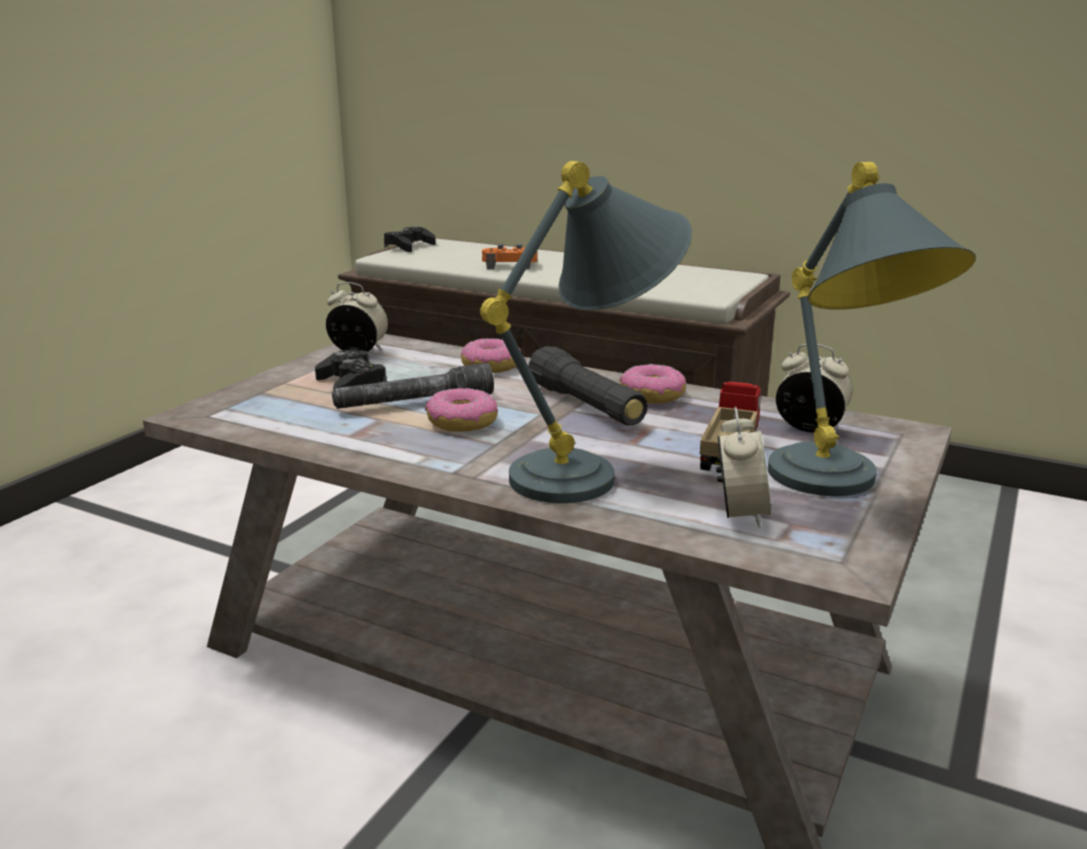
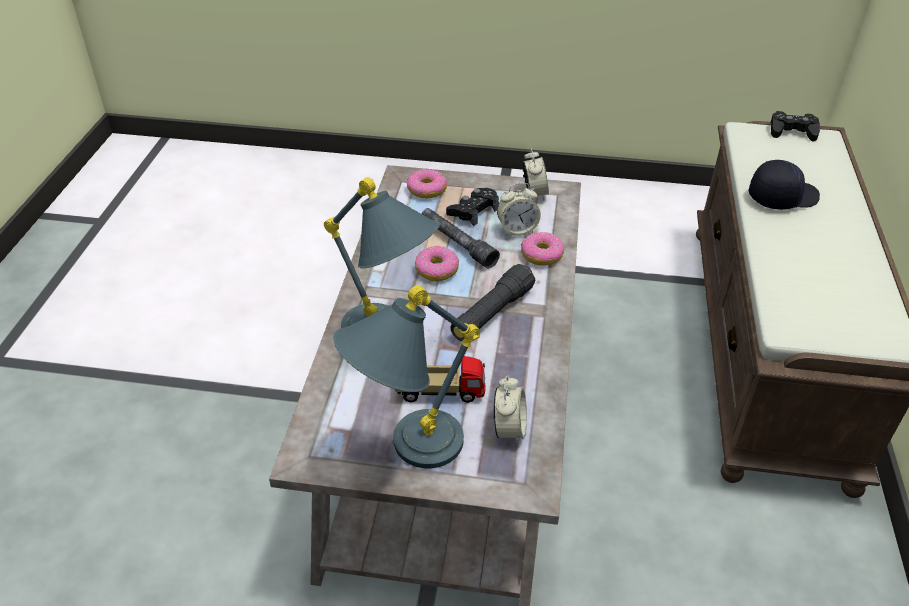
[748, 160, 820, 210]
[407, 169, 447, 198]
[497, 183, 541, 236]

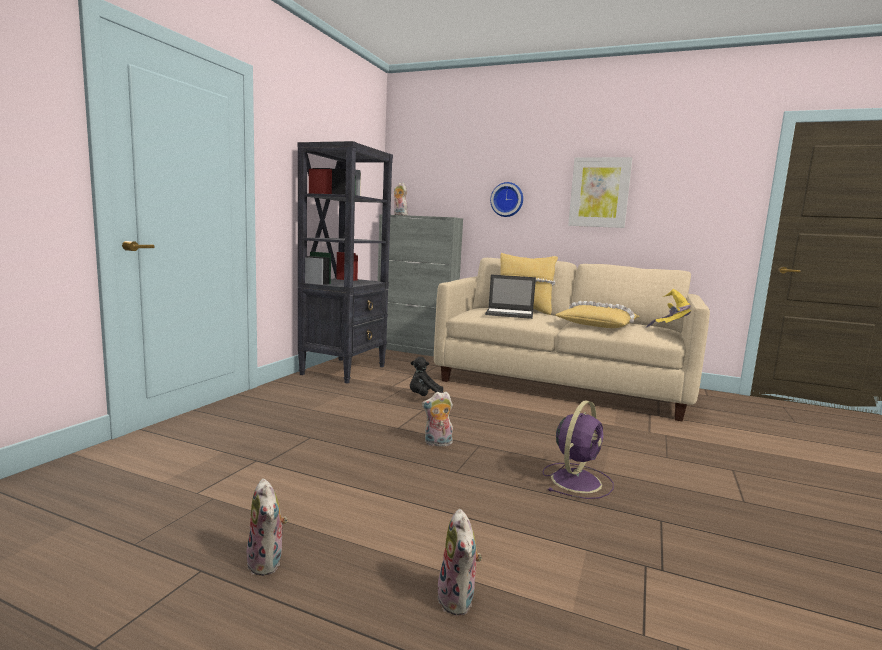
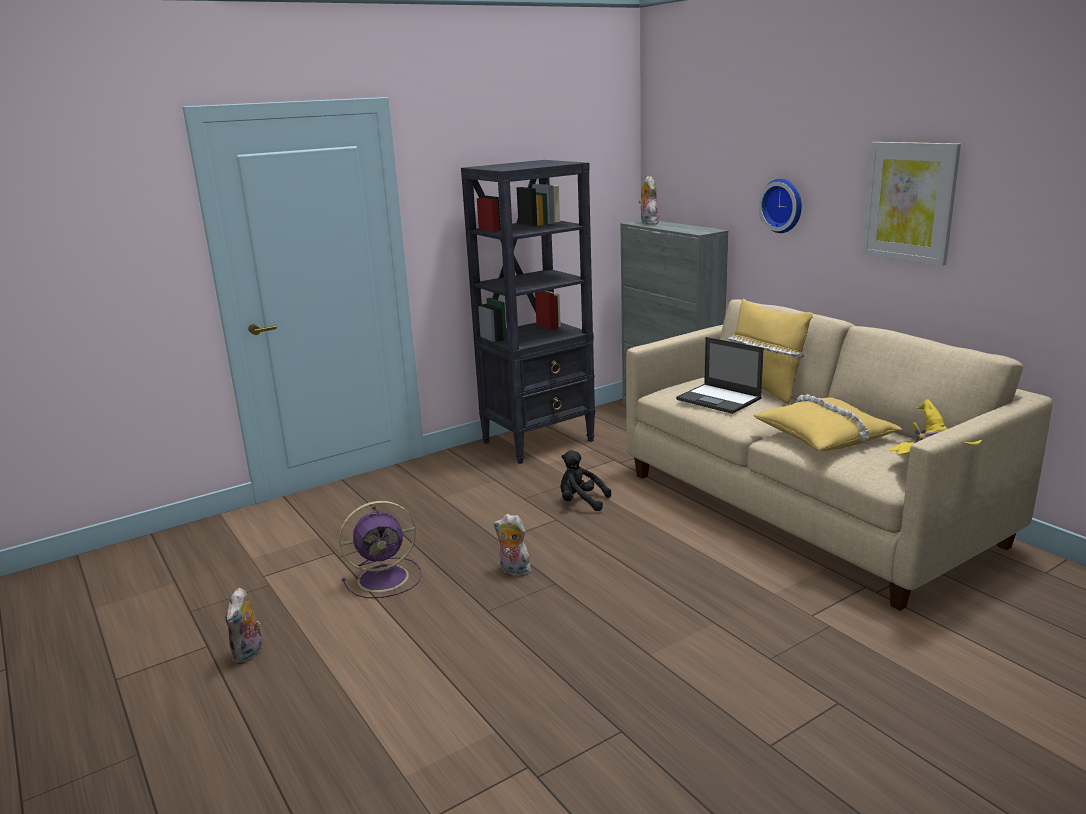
[435, 509, 482, 615] (first image)
[339, 501, 422, 598]

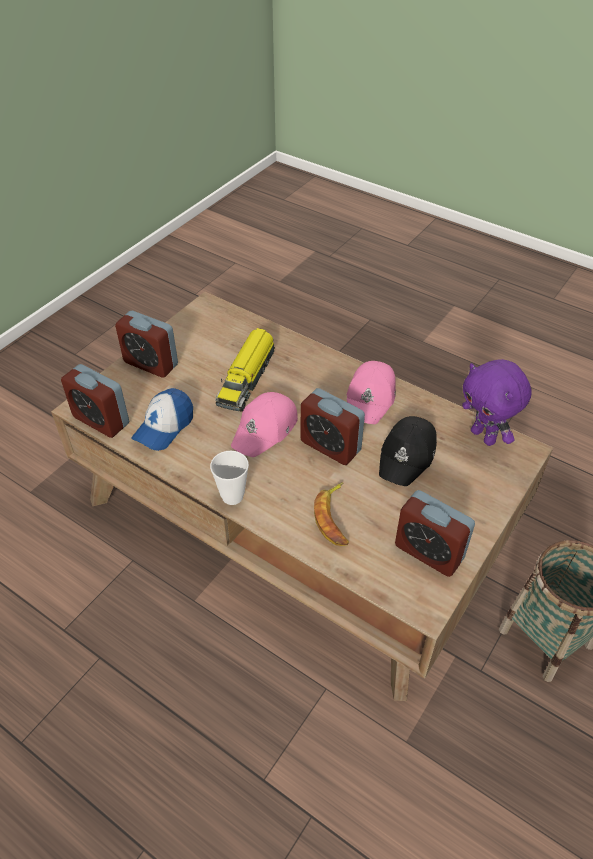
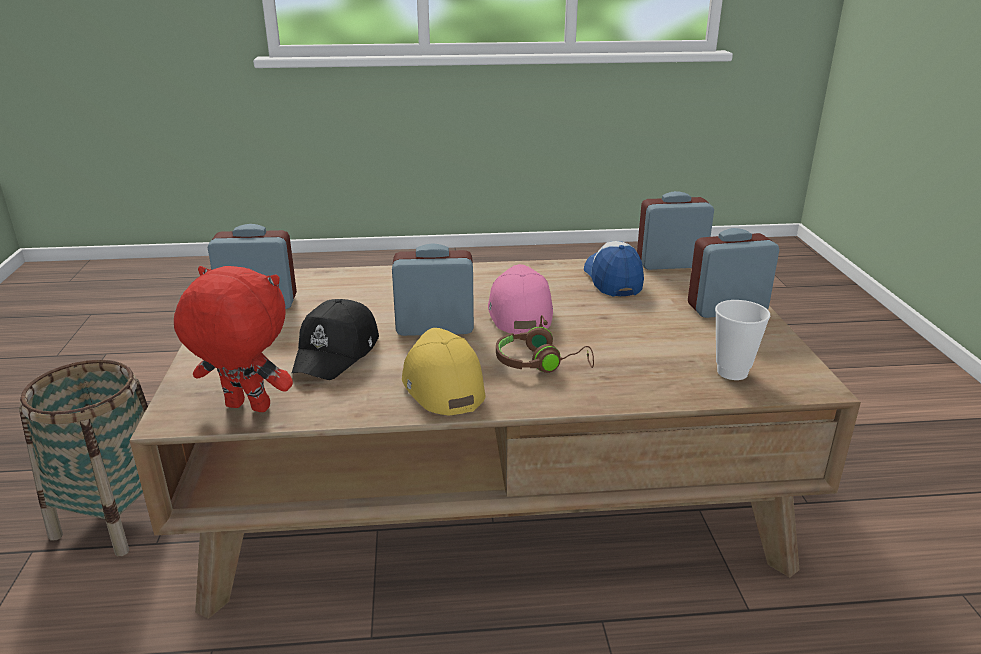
[715, 300, 770, 380]
[215, 328, 275, 412] (first image)
[314, 482, 349, 546] (first image)
[402, 328, 485, 416]
[291, 299, 379, 380]
[174, 266, 293, 412]
[496, 315, 594, 373]

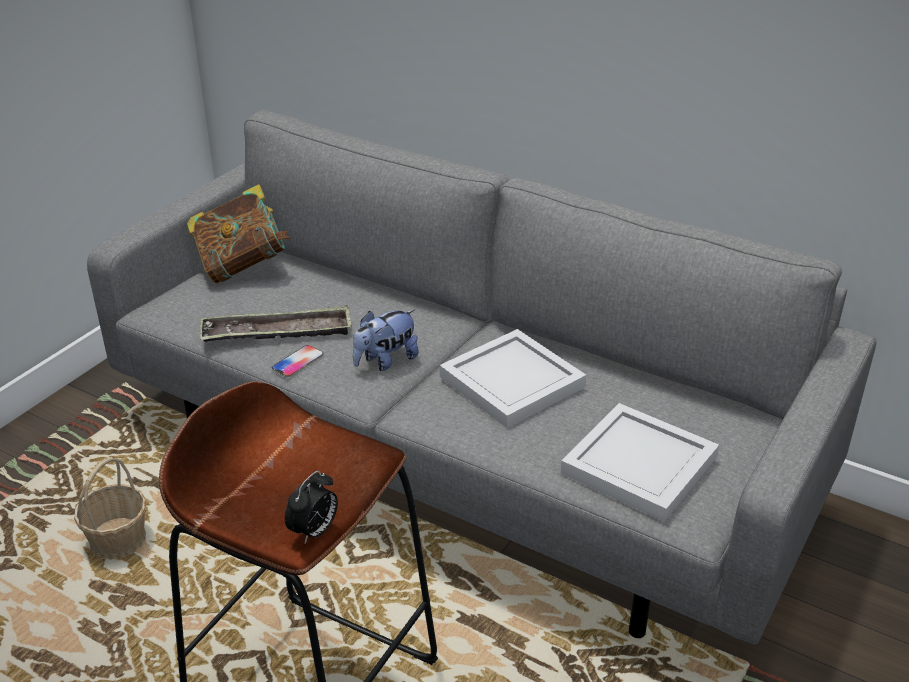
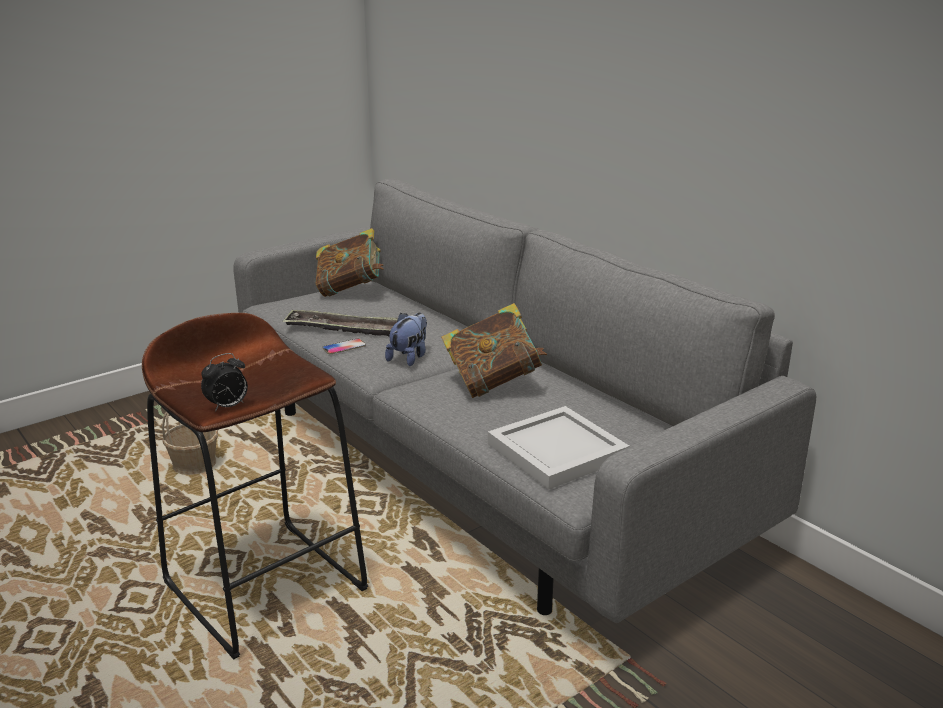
[385, 313, 427, 366]
[441, 303, 547, 398]

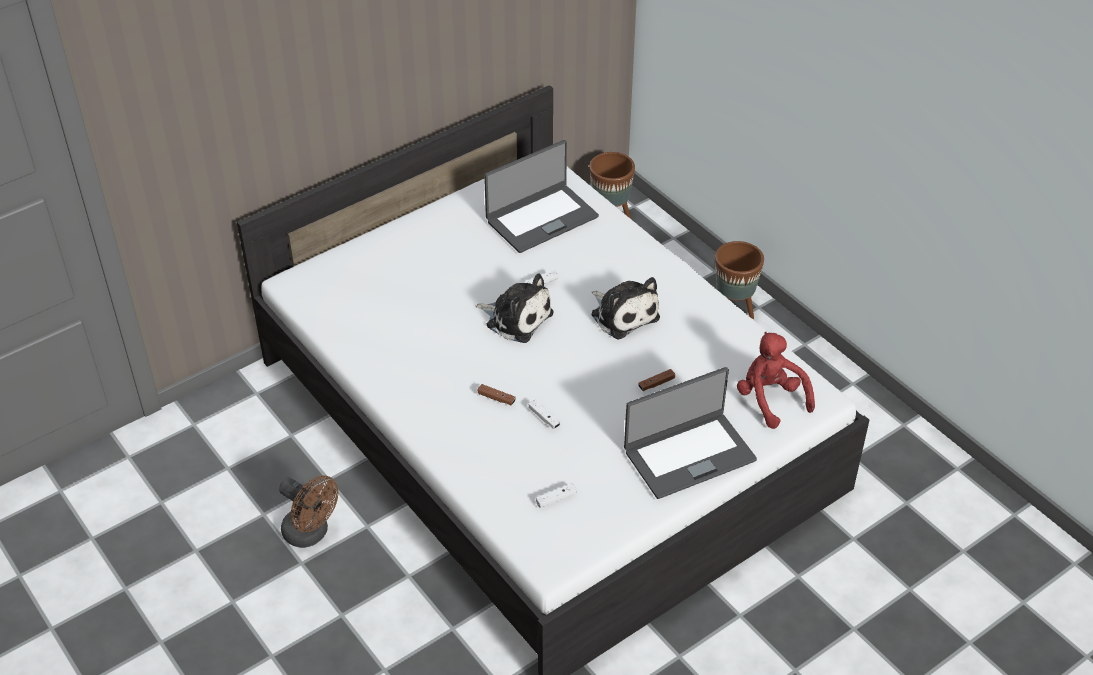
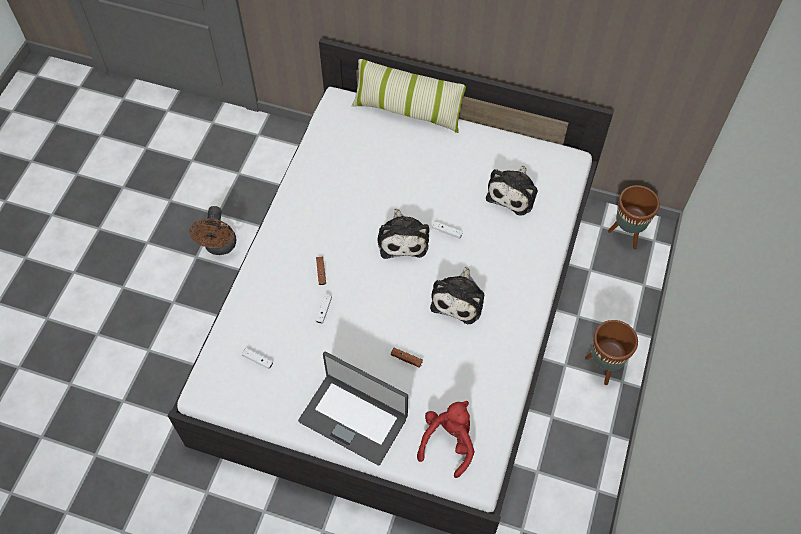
[486, 166, 538, 216]
[352, 59, 466, 133]

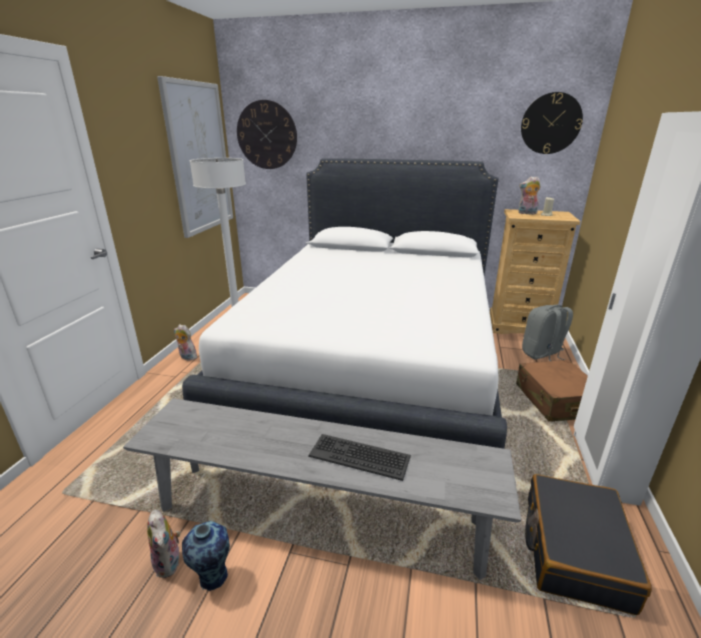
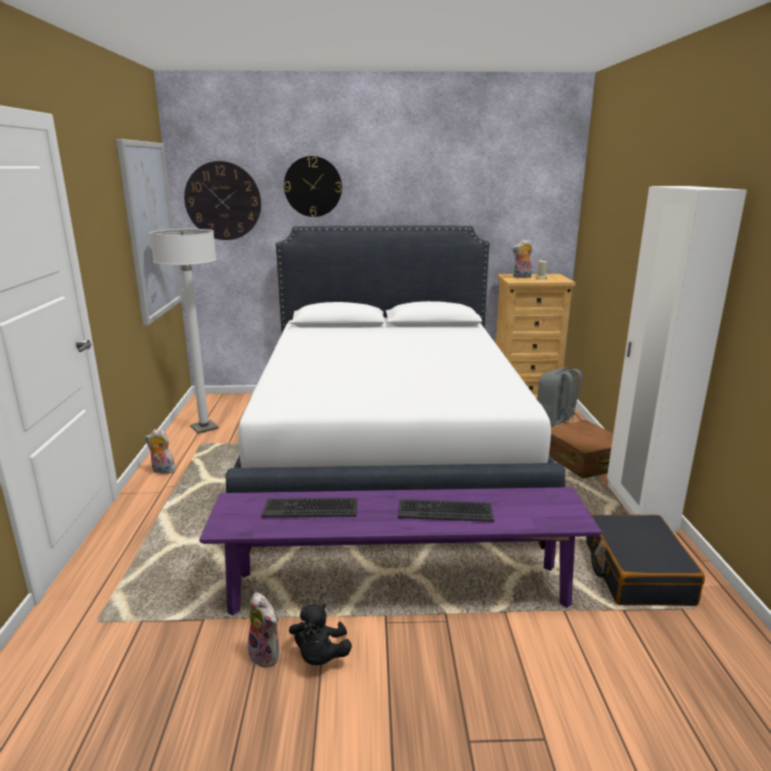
[199, 487, 602, 616]
[289, 604, 352, 665]
[284, 156, 342, 217]
[261, 498, 358, 517]

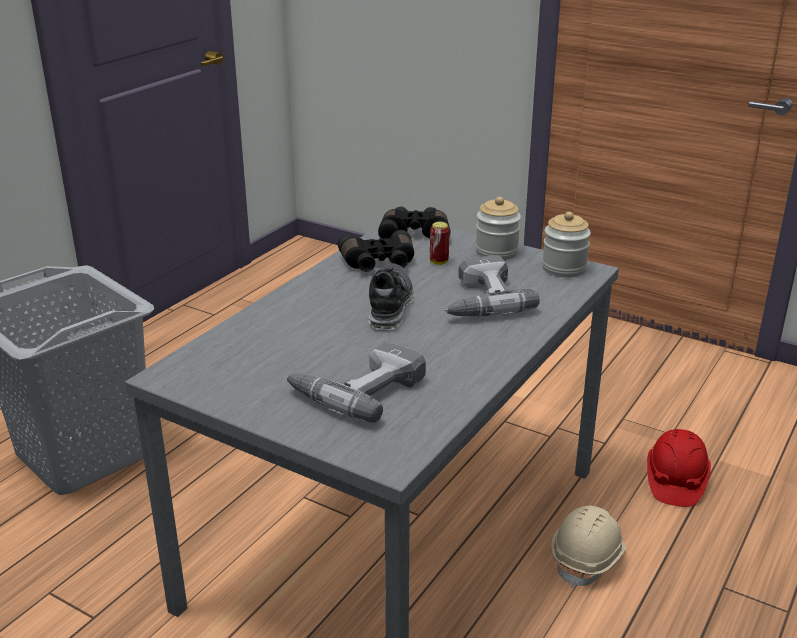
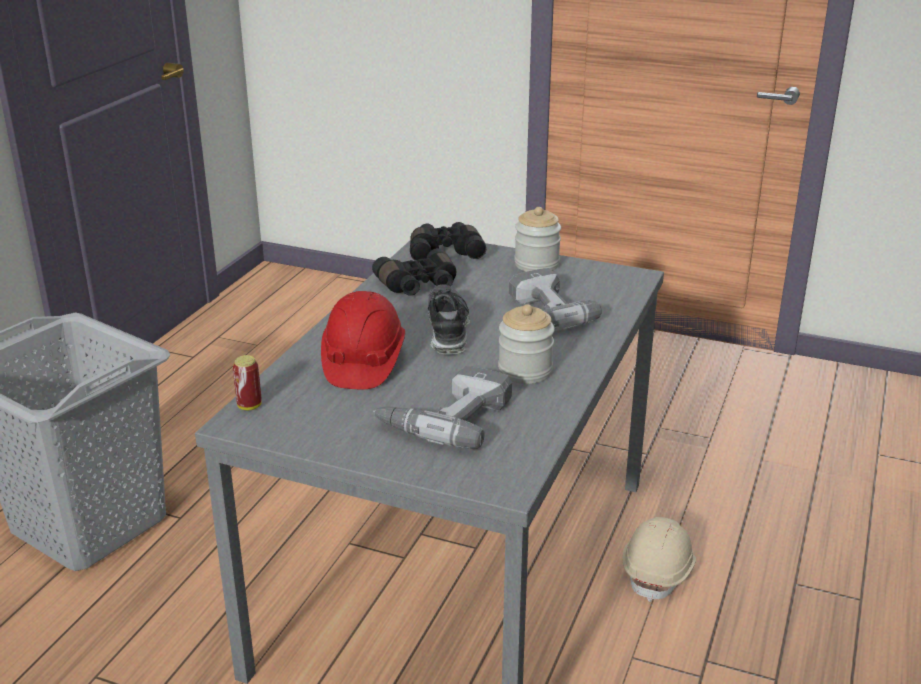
[233, 355, 262, 410]
[498, 304, 555, 384]
[321, 291, 405, 389]

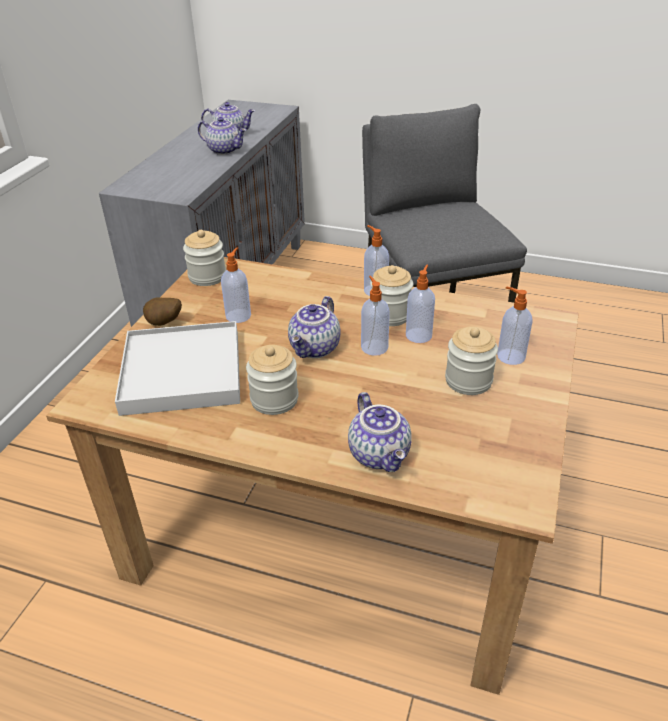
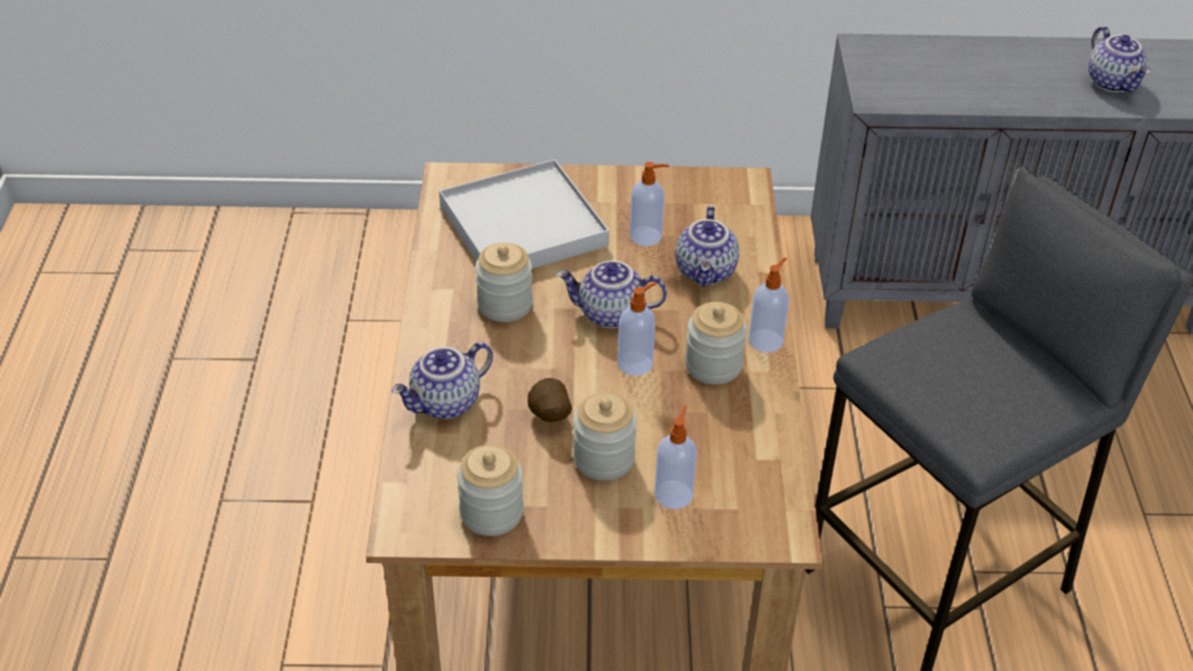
[528, 378, 572, 422]
[457, 445, 524, 536]
[675, 206, 739, 287]
[406, 265, 435, 343] (first image)

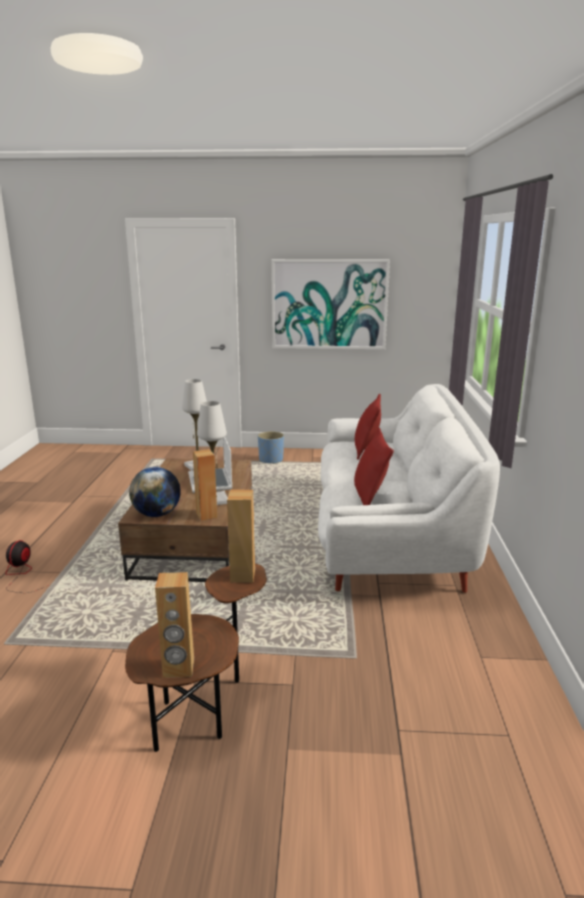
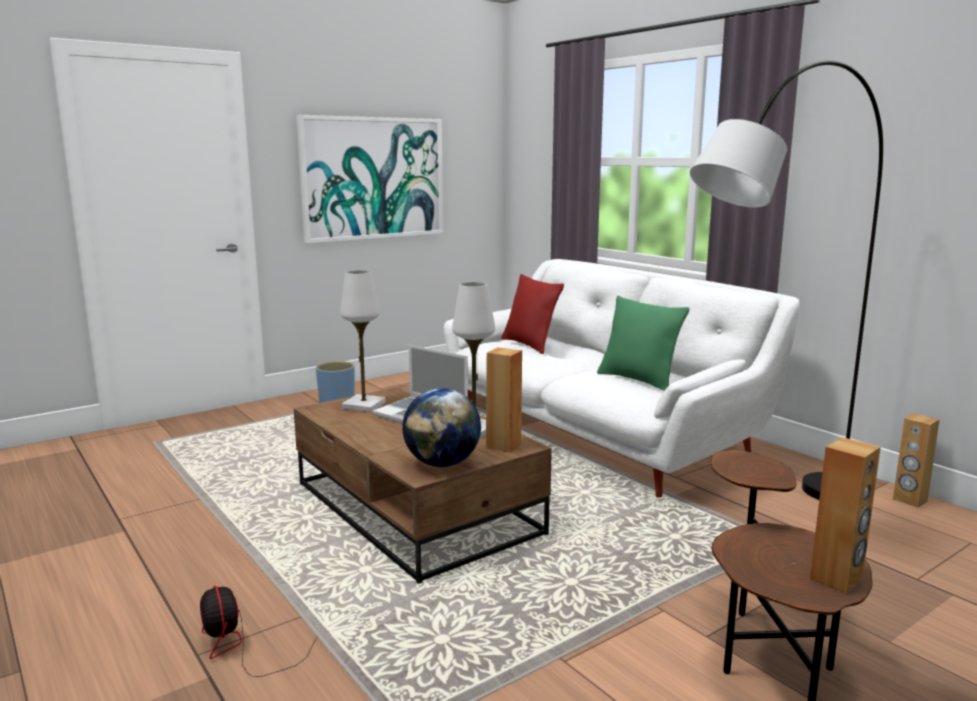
[893, 413, 939, 508]
[597, 296, 689, 391]
[690, 60, 883, 500]

